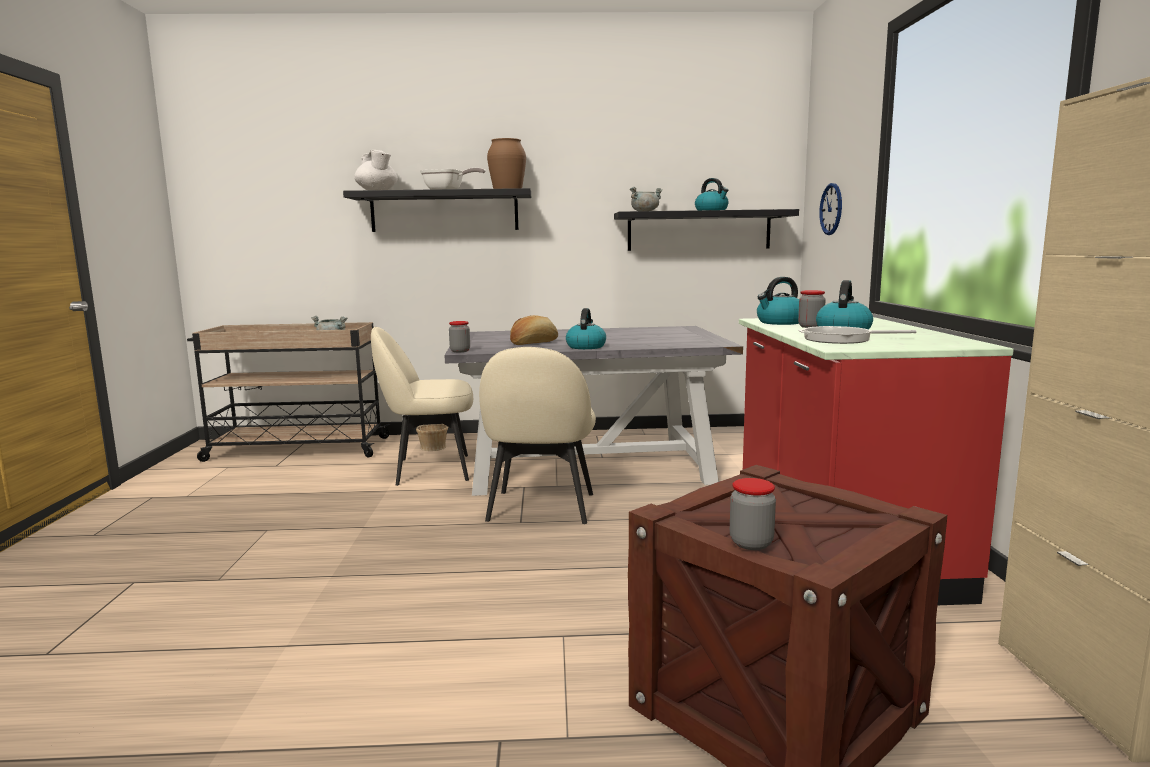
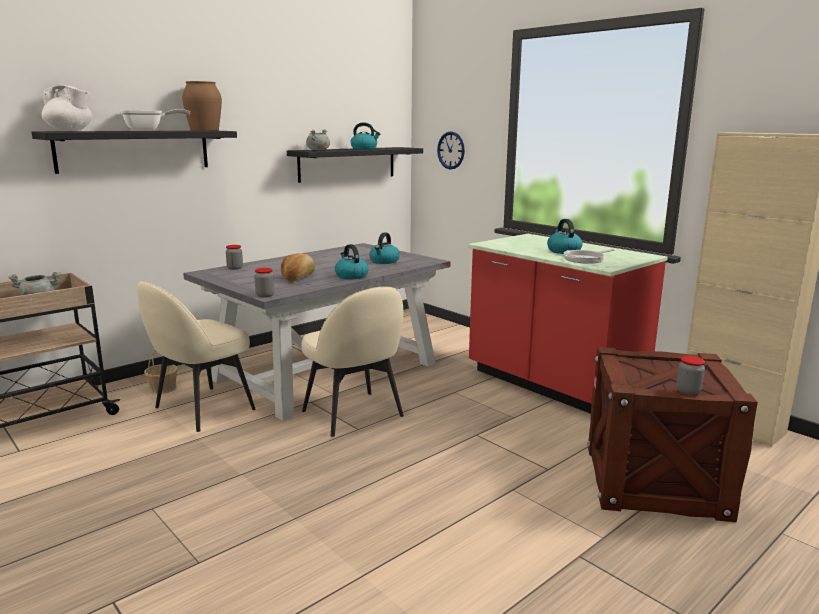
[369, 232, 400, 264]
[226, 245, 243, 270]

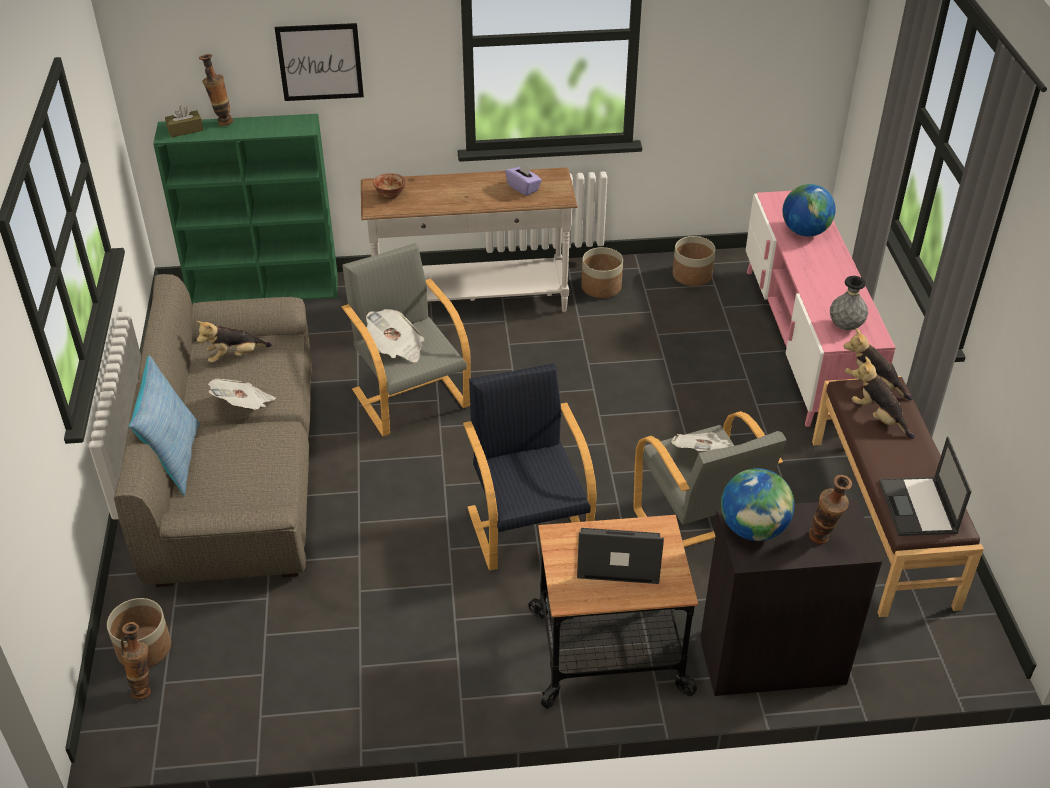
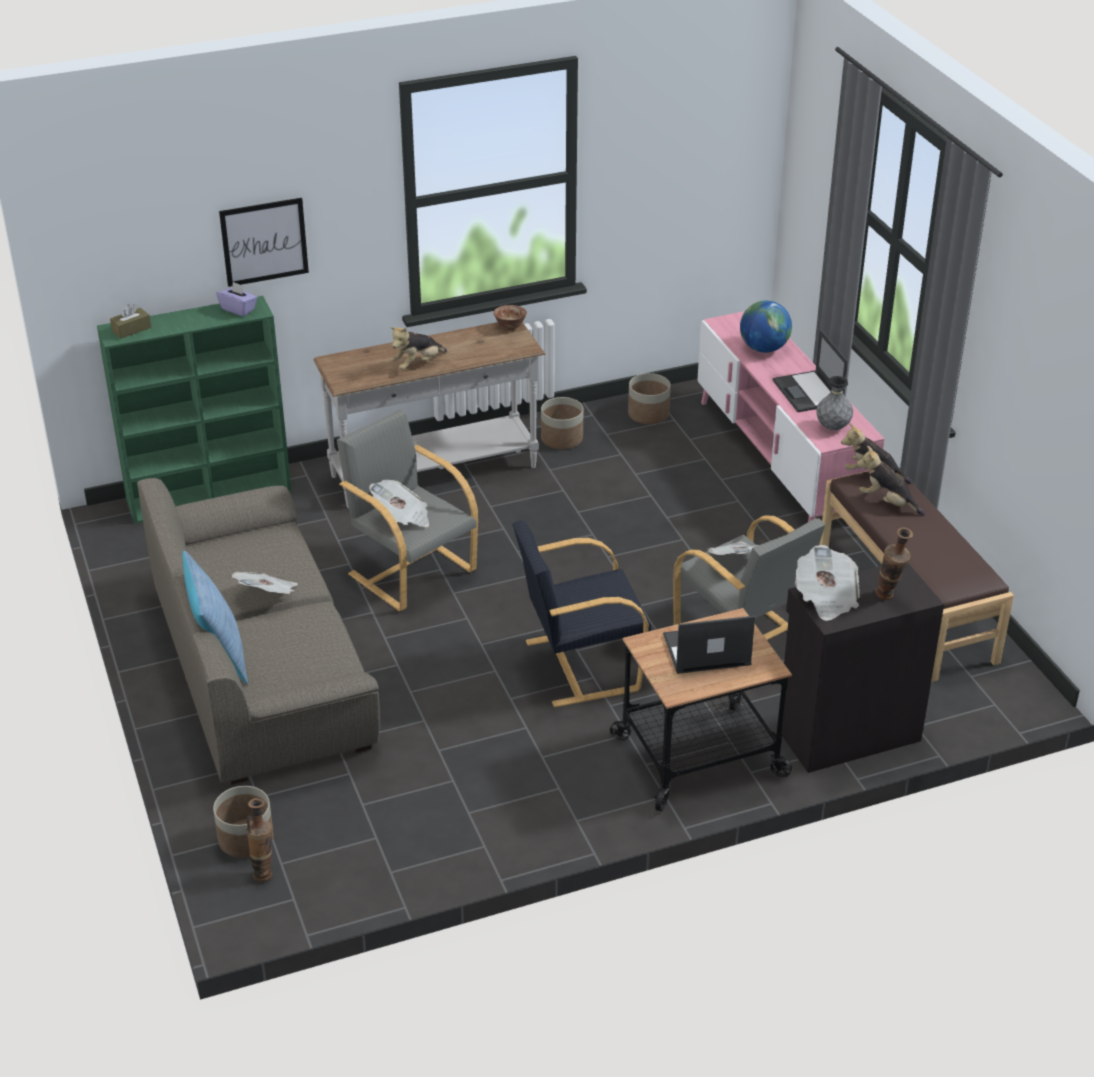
[390, 327, 447, 370]
[199, 54, 233, 126] (first image)
[493, 305, 527, 330]
[512, 520, 651, 708]
[216, 282, 257, 316]
[794, 545, 860, 621]
[773, 330, 848, 412]

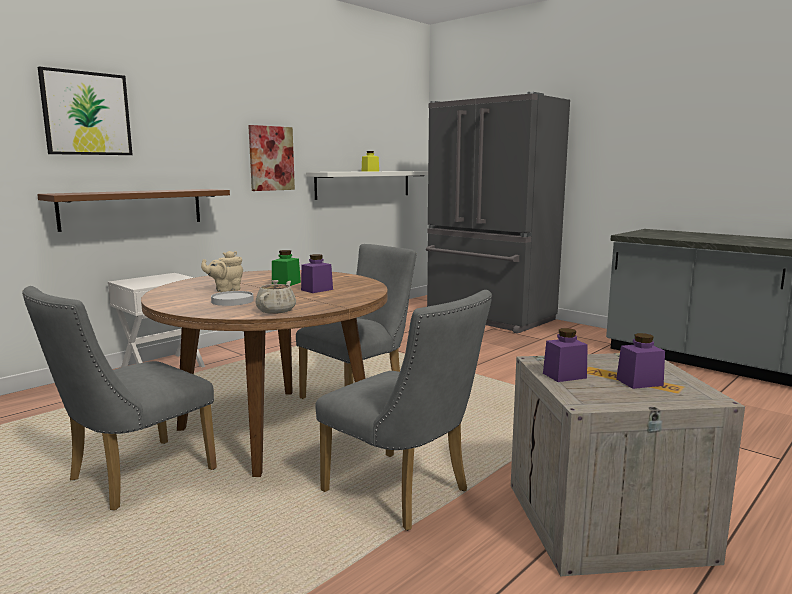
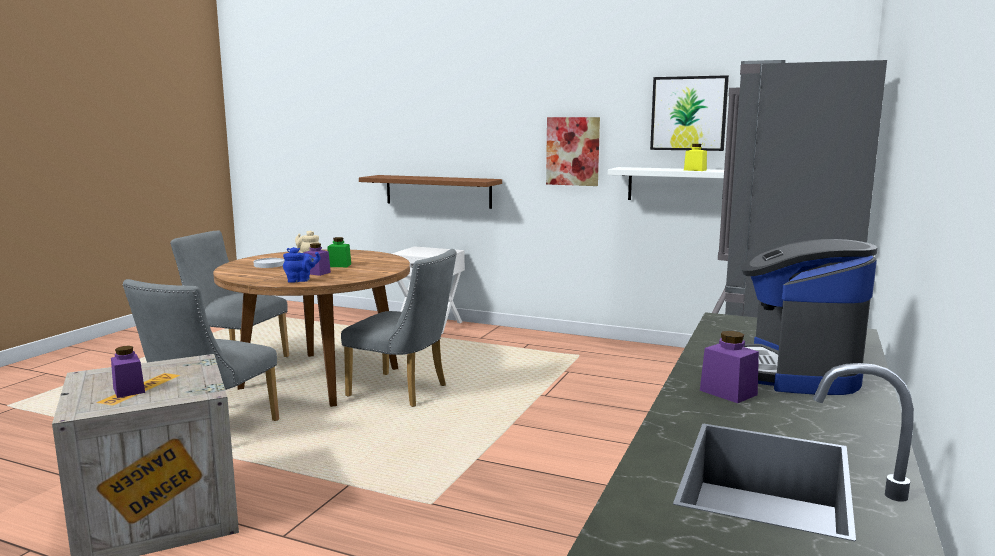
[650, 75, 729, 151]
[256, 280, 296, 314] (first image)
[700, 331, 759, 403]
[283, 247, 321, 283]
[741, 239, 878, 395]

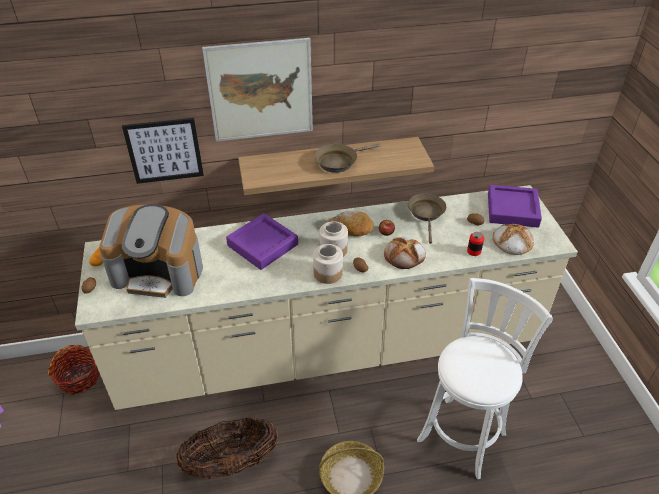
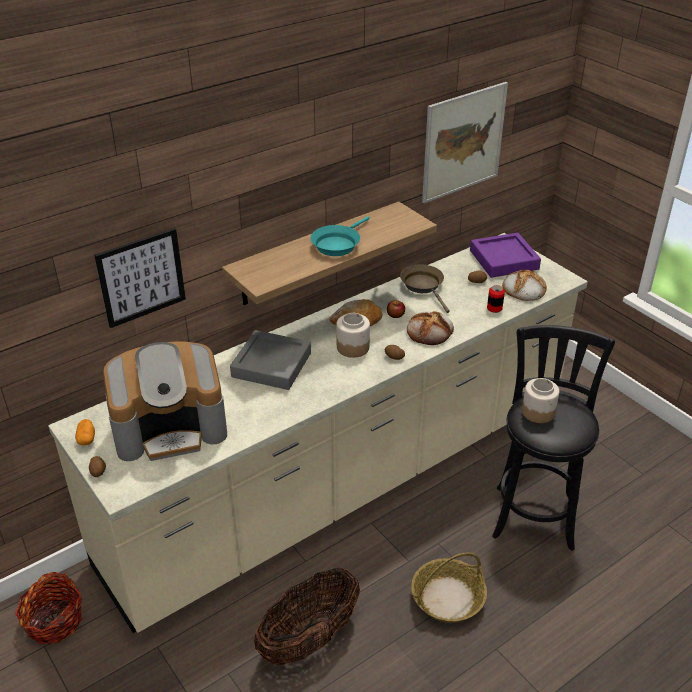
[422, 82, 508, 203]
[230, 330, 311, 390]
[522, 378, 559, 423]
[310, 216, 370, 256]
[492, 325, 615, 551]

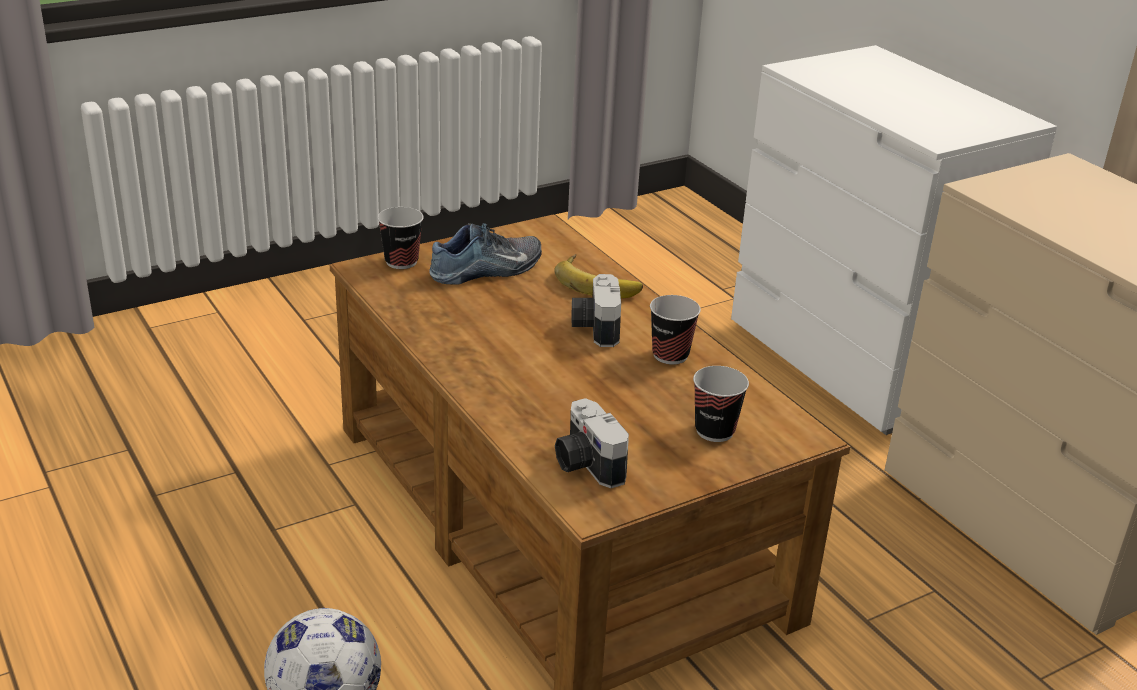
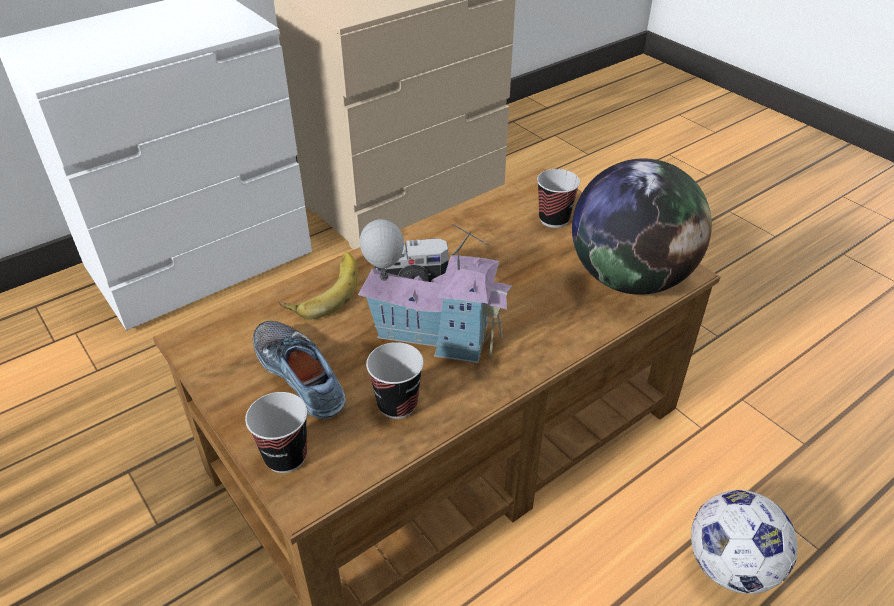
[572, 158, 712, 295]
[366, 342, 424, 419]
[358, 219, 512, 363]

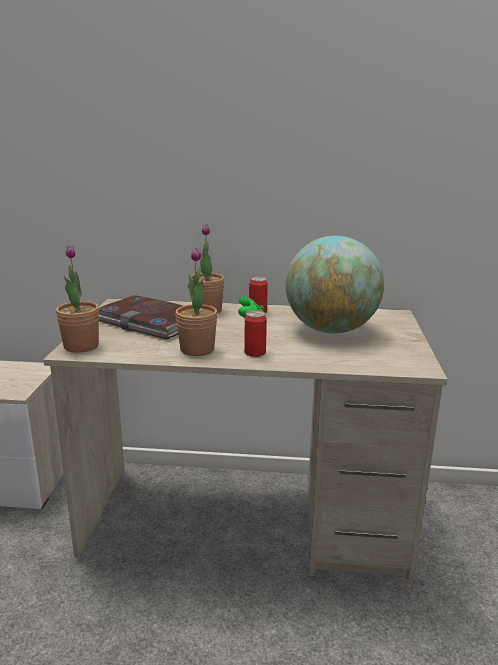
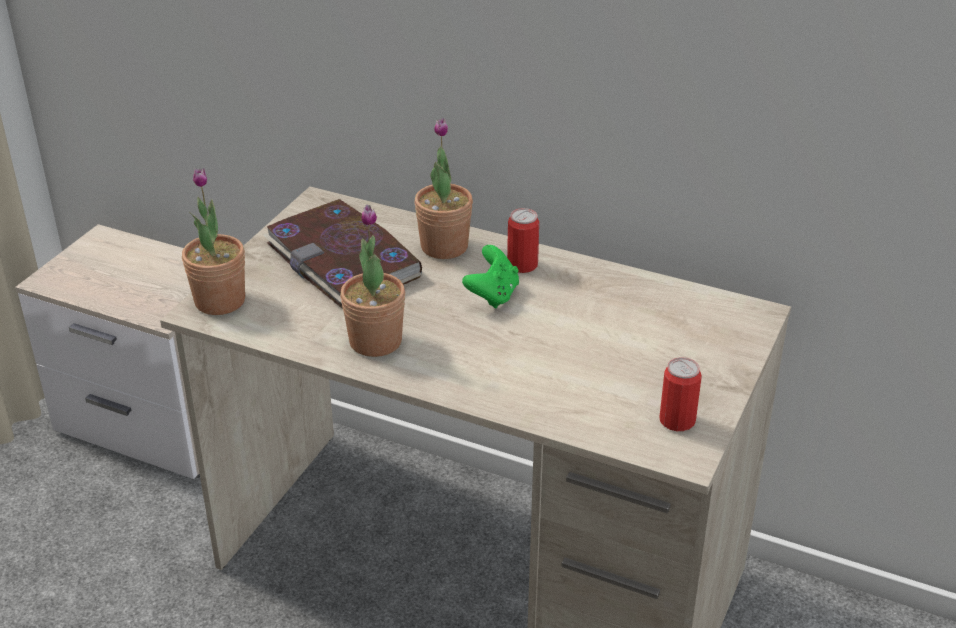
[659, 357, 702, 431]
[286, 236, 384, 334] (first image)

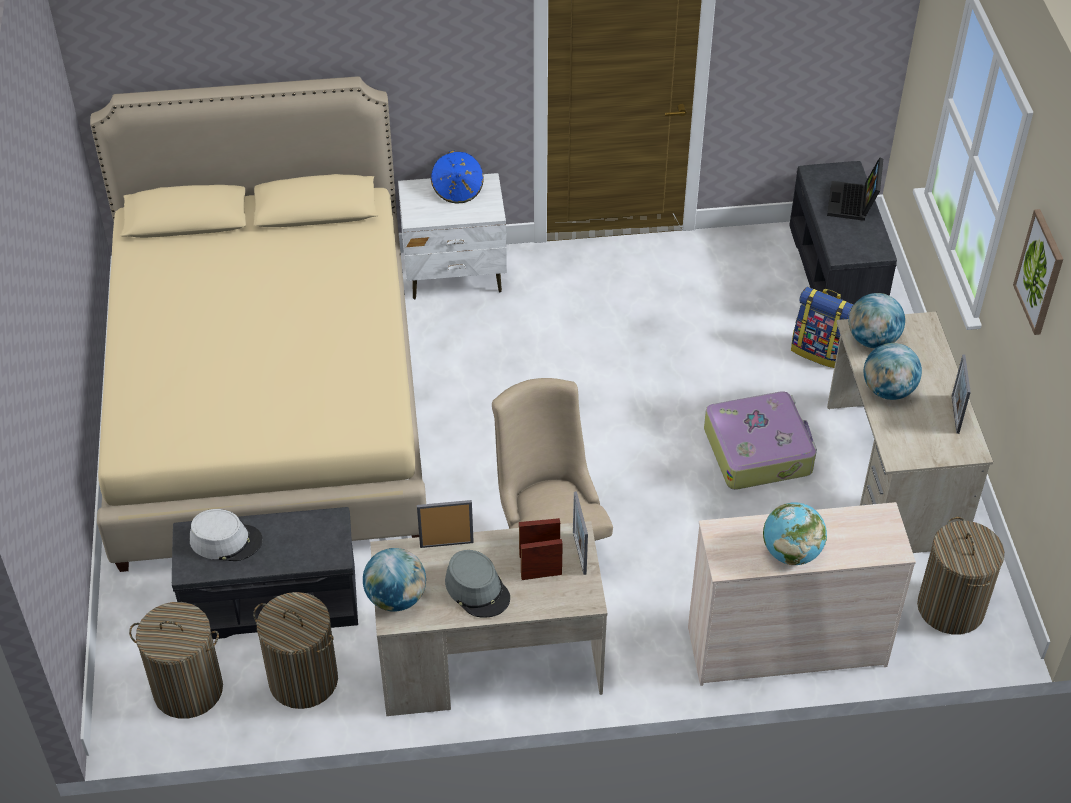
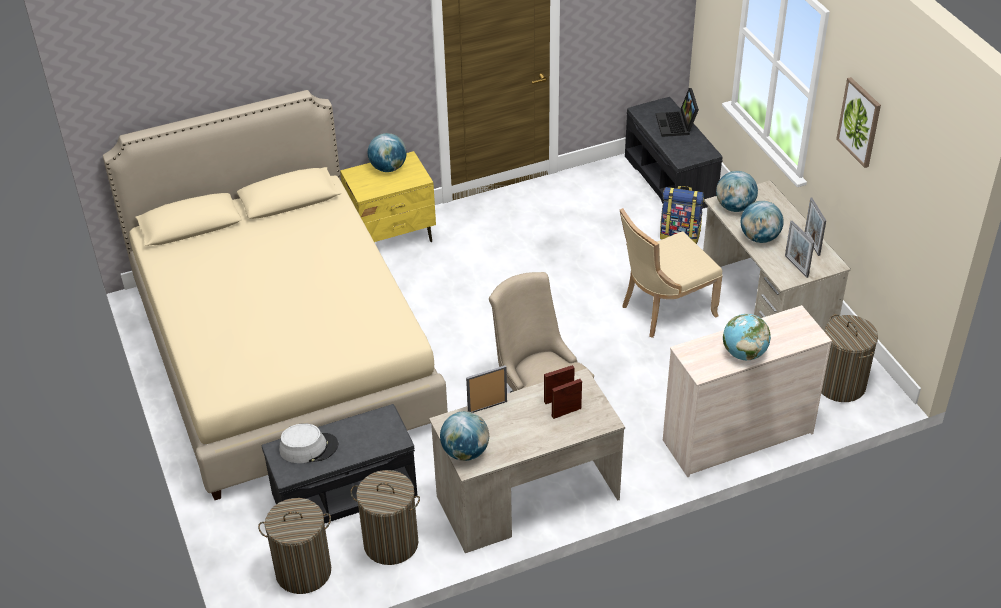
[340, 151, 436, 242]
[368, 133, 407, 172]
[445, 550, 510, 618] (first image)
[785, 221, 815, 278]
[620, 208, 723, 338]

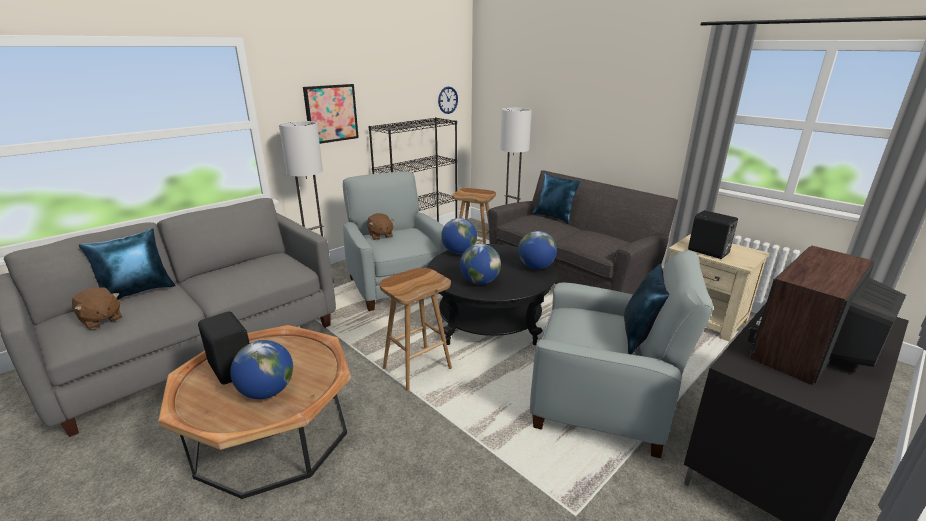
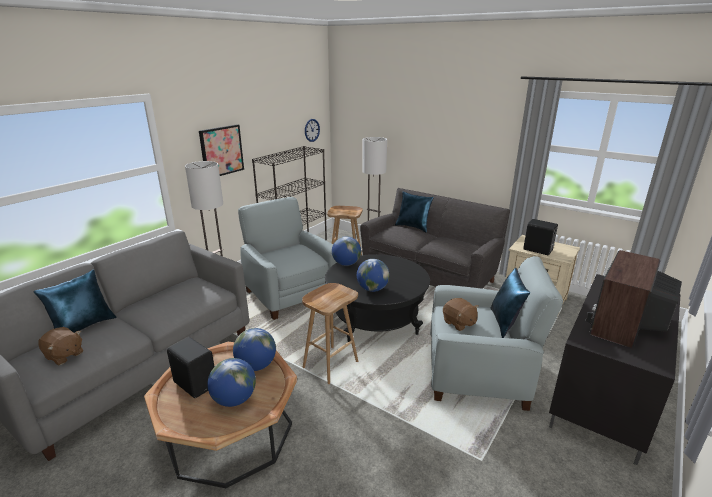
[443, 298, 479, 331]
[233, 328, 276, 371]

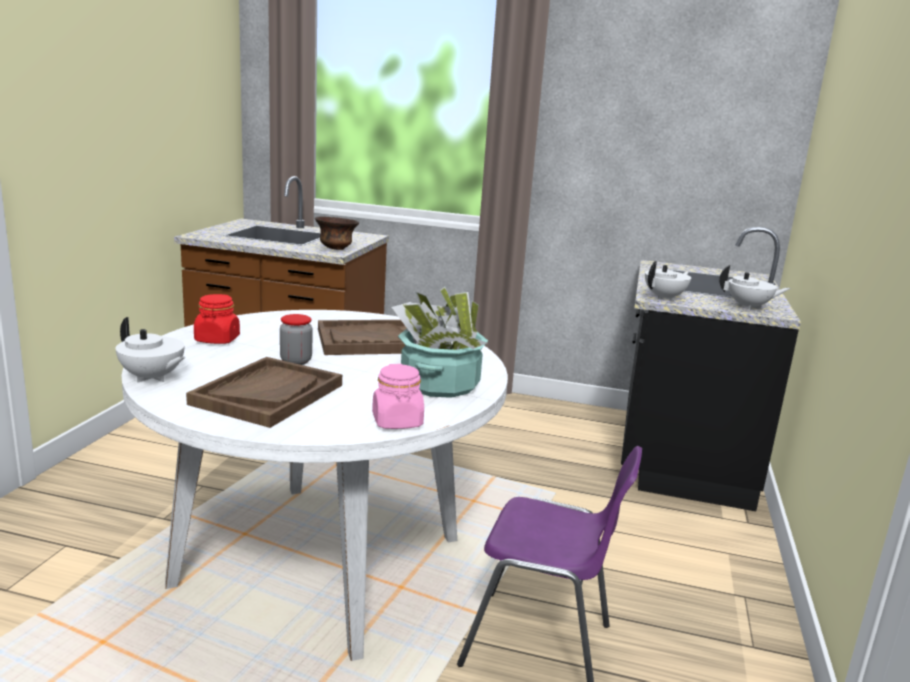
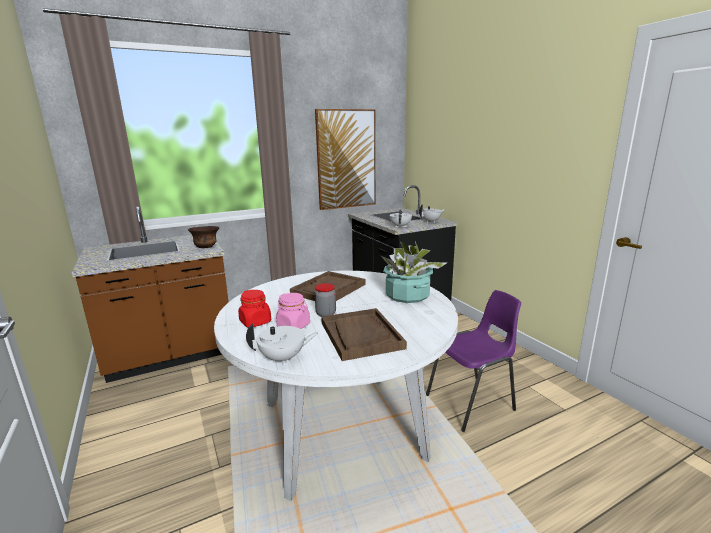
[276, 293, 310, 329]
[315, 109, 376, 210]

